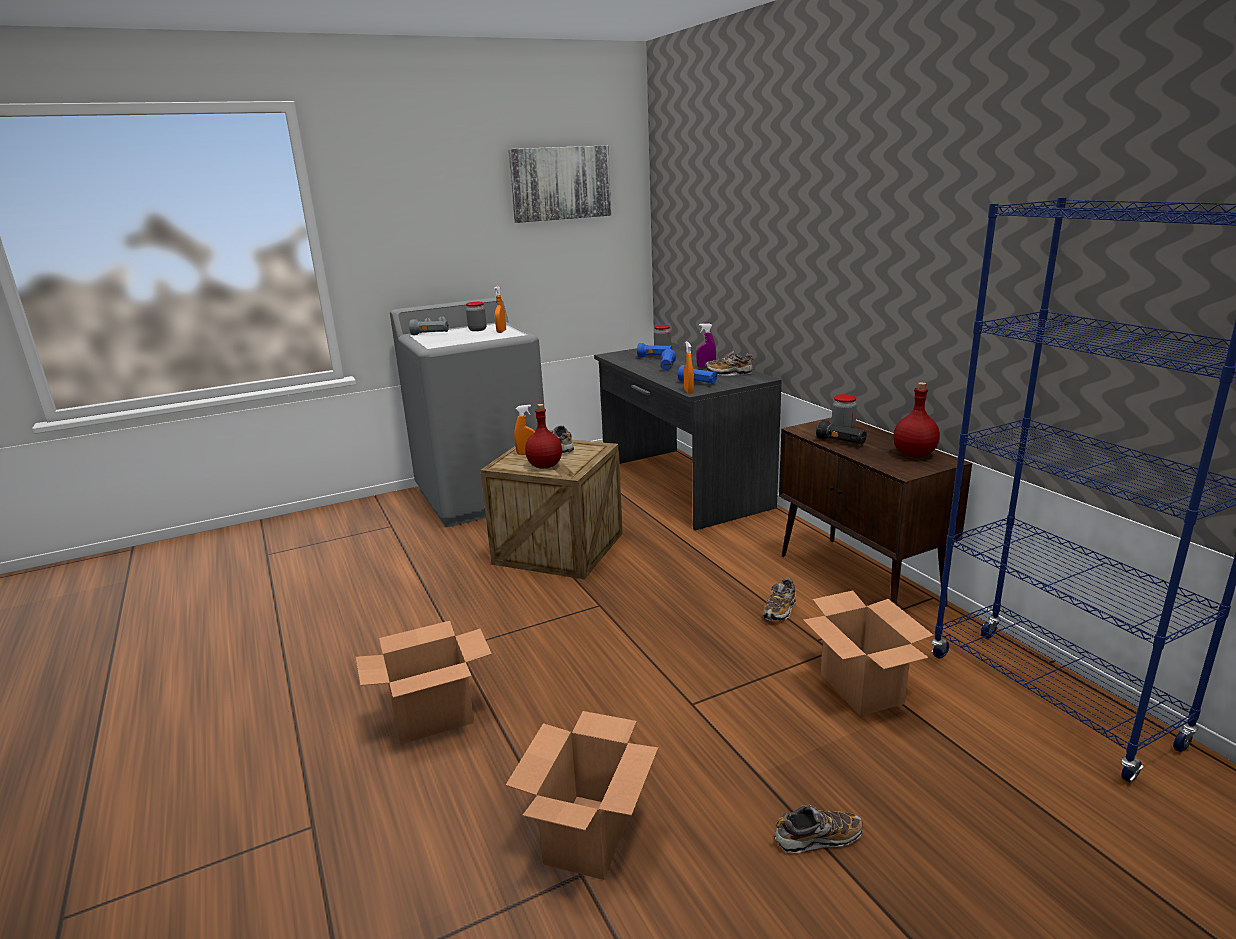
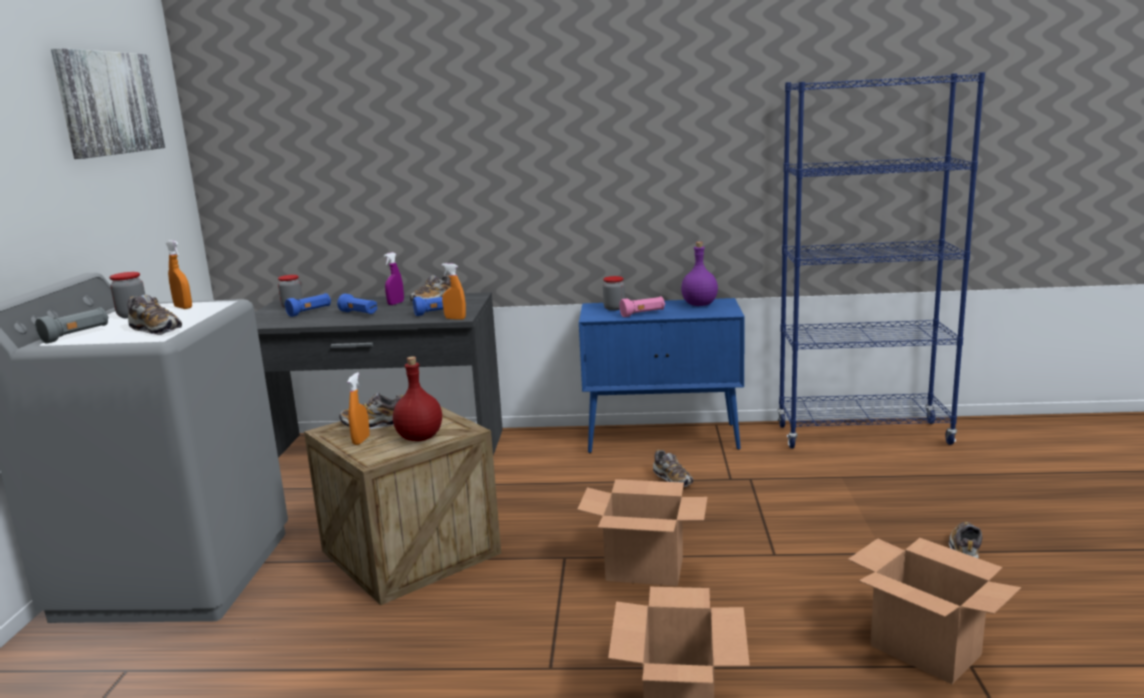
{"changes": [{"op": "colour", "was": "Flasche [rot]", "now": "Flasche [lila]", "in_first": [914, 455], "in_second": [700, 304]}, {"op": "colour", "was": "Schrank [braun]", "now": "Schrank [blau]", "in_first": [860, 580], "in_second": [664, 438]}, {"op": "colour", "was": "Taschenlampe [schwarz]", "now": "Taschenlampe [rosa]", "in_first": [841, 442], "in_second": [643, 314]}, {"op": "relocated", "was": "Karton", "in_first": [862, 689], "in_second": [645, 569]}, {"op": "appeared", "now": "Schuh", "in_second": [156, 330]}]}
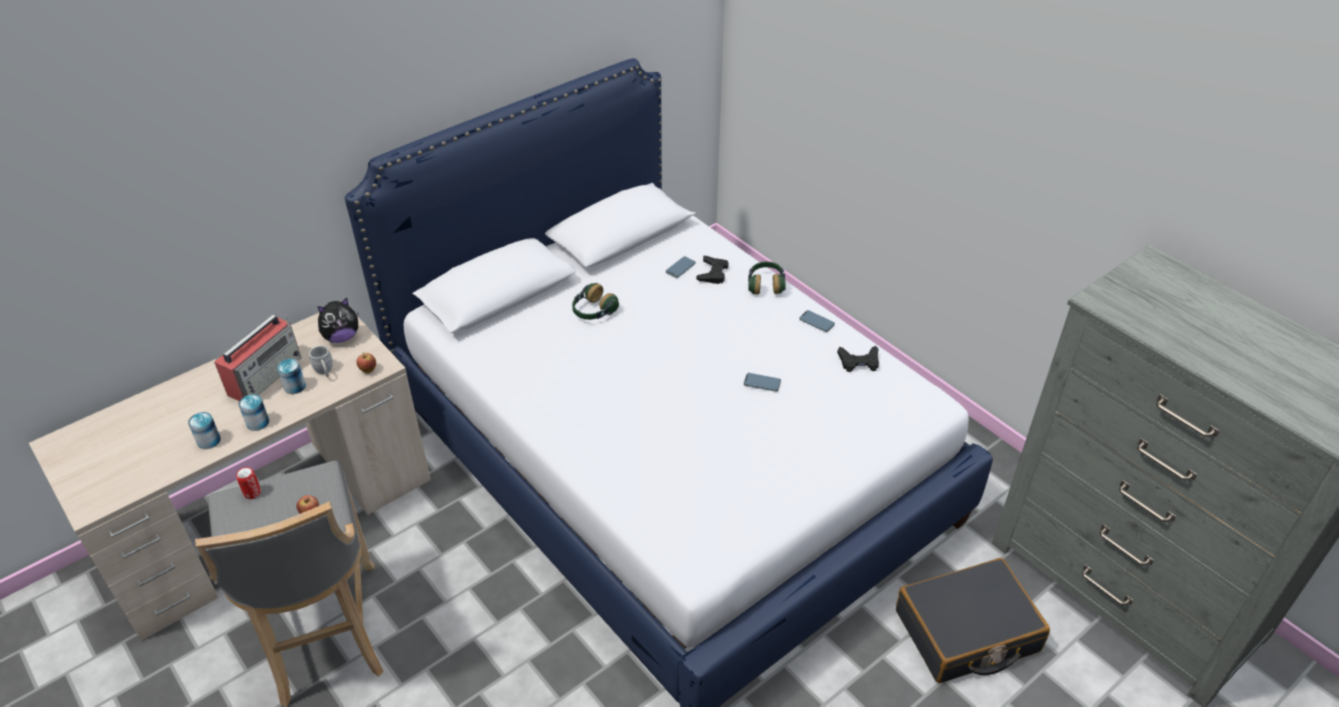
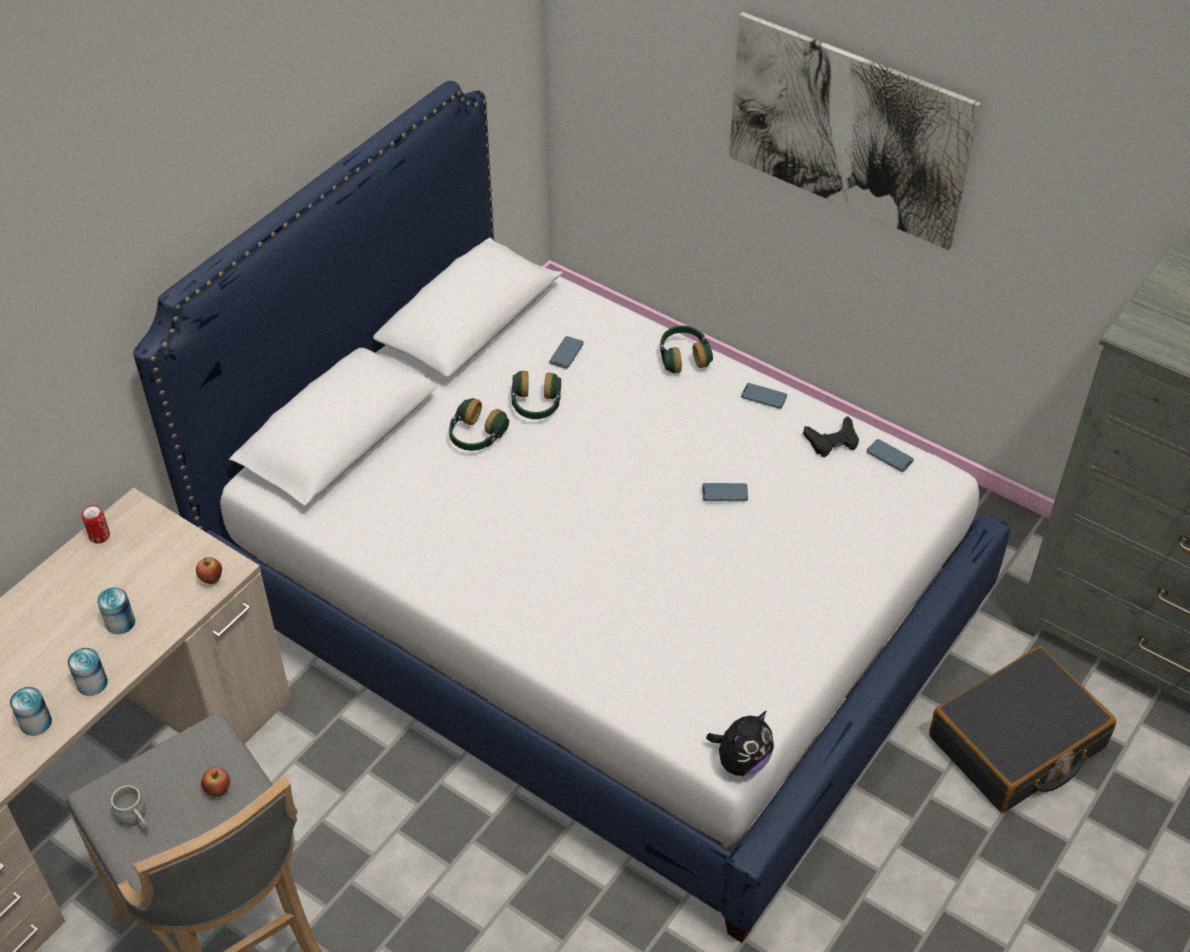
{"changes": [{"op": "missing", "was": "Gamepad [schwarz]", "in_first": [713, 273]}, {"op": "relocated", "was": "Plüschtier", "in_first": [341, 337], "in_second": [741, 761]}, {"op": "missing", "was": "Radio", "in_first": [266, 375]}, {"op": "relocated", "was": "Henkelbecher [grau]", "in_first": [325, 371], "in_second": [136, 821]}, {"op": "relocated", "was": "Dose", "in_first": [252, 493], "in_second": [99, 536]}, {"op": "appeared", "now": "Bild", "in_second": [847, 130]}, {"op": "appeared", "now": "Kopfhörer", "in_second": [536, 405]}, {"op": "appeared", "now": "Handy", "in_second": [889, 457]}]}
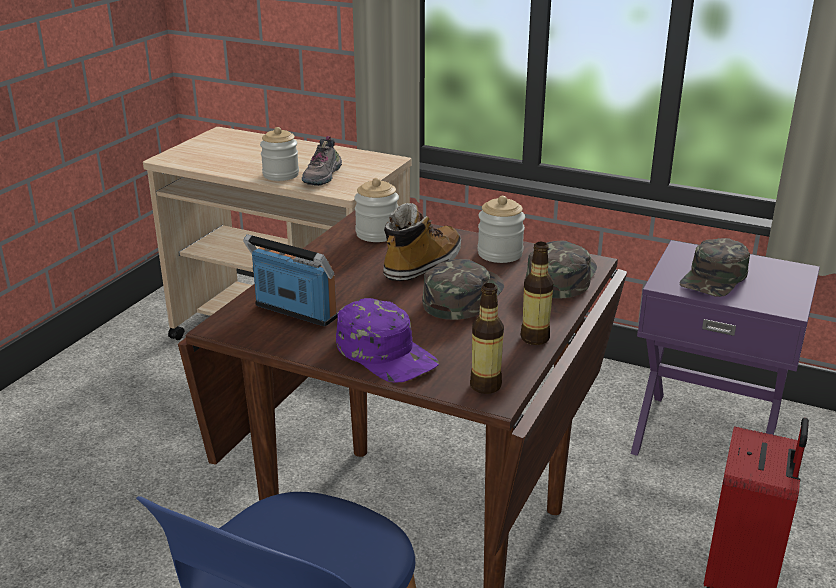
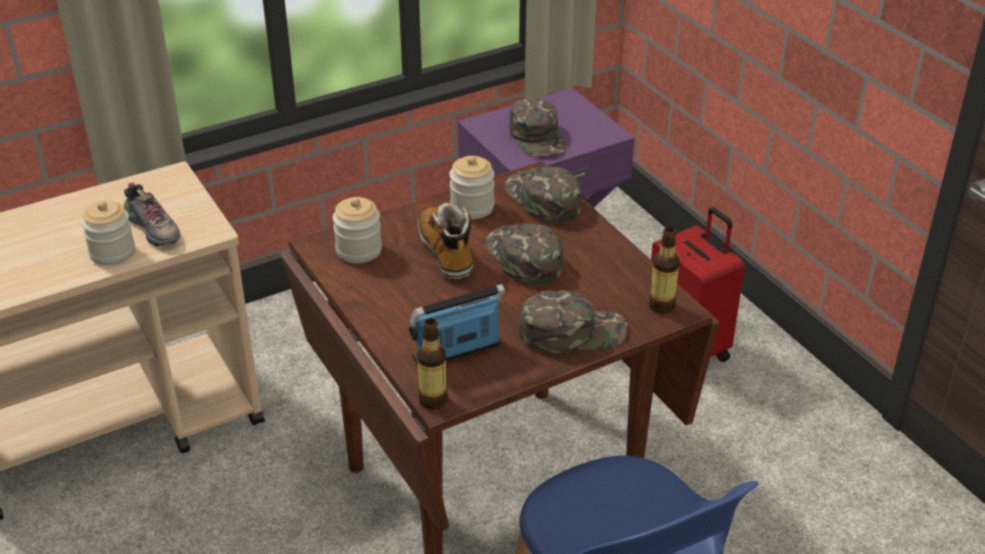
{"changes": [{"op": "relocated", "was": "Flasche", "in_first": [534, 338], "in_second": [433, 400]}, {"op": "colour", "was": "Kappe [lila]", "now": "Kappe [grün]", "in_first": [386, 353], "in_second": [572, 331]}]}
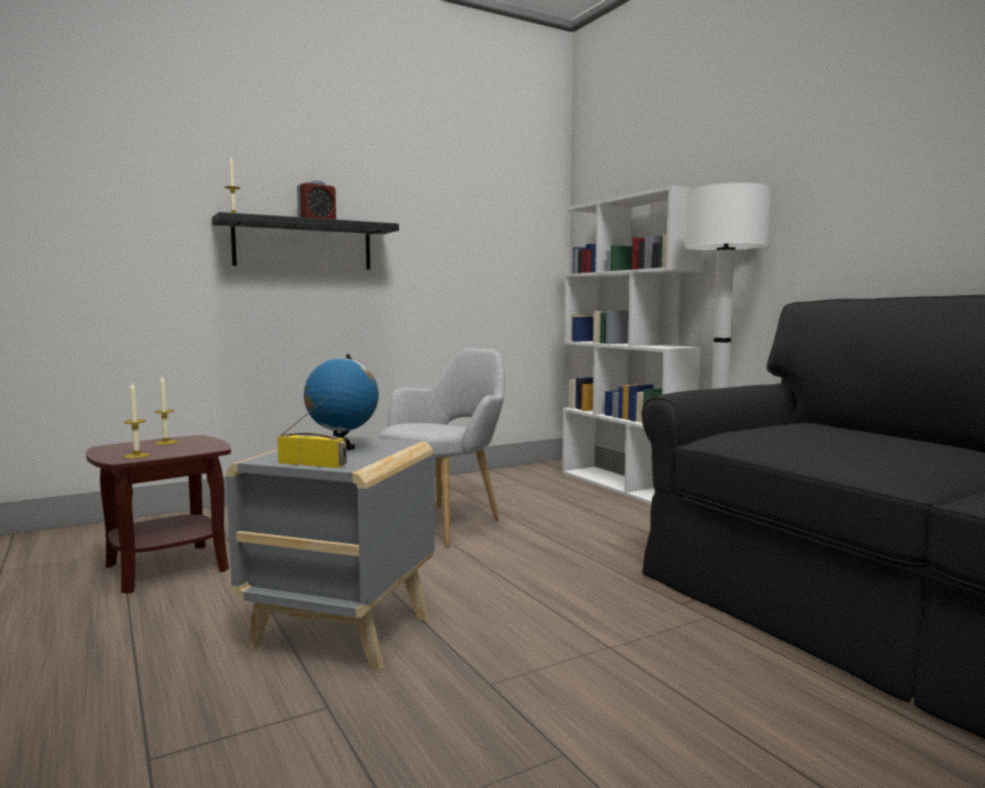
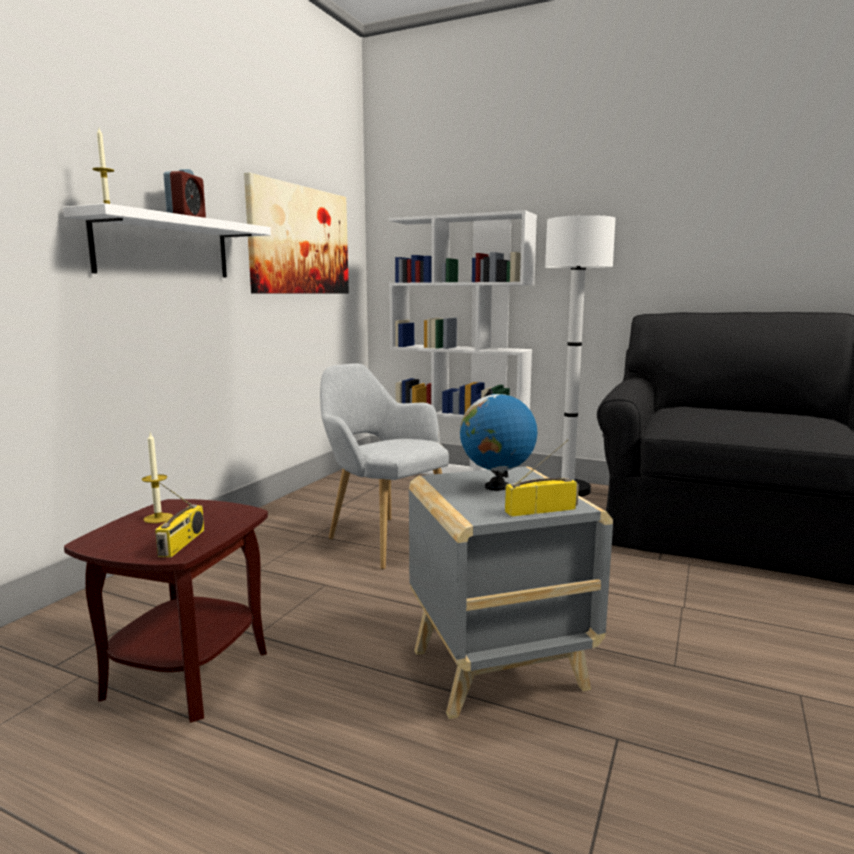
{"changes": [{"op": "colour", "was": "Wandregal [schwarz]", "now": "Wandregal [weiß]", "in_first": [303, 245], "in_second": [164, 247]}, {"op": "spun", "was": "Sessel [grau]", "in_first": [446, 522], "in_second": [384, 538], "clockwise": -45}, {"op": "exchanged", "was": "Kerze", "now": "Radio", "in_first": [137, 456], "in_second": [182, 543]}, {"op": "appeared", "now": "Bild", "in_second": [300, 240]}]}
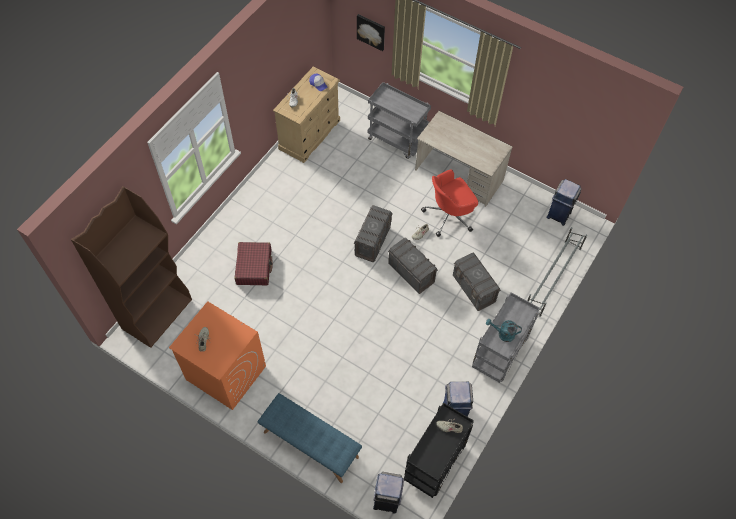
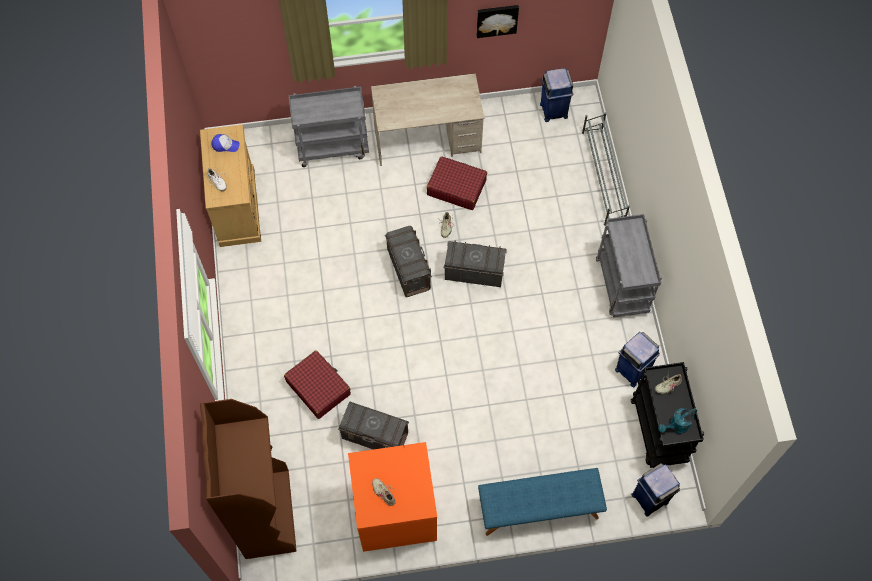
{"changes": [{"op": "relocated", "was": "Bild", "in_first": [371, 31], "in_second": [497, 20]}, {"op": "exchanged", "was": "Bürostuhl [rot]", "now": "Koffer [rot]", "in_first": [449, 215], "in_second": [456, 187]}, {"op": "relocated", "was": "Aufbewahrungsbox [grau]", "in_first": [473, 289], "in_second": [375, 436]}, {"op": "relocated", "was": "Gießkanne [türkis]", "in_first": [503, 334], "in_second": [676, 426]}]}
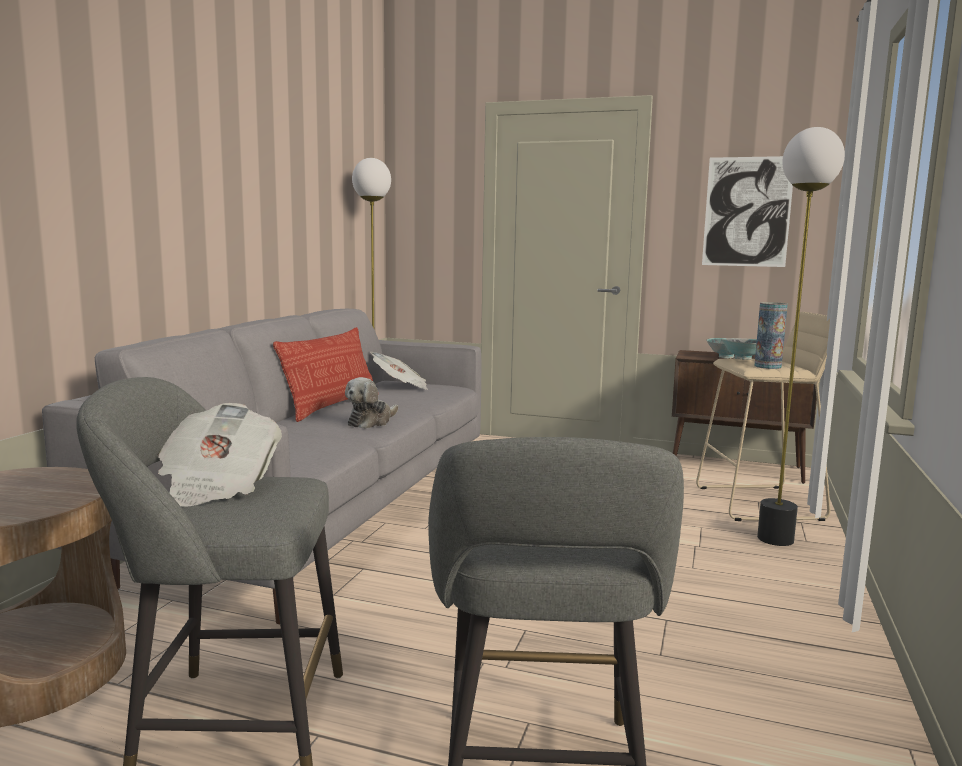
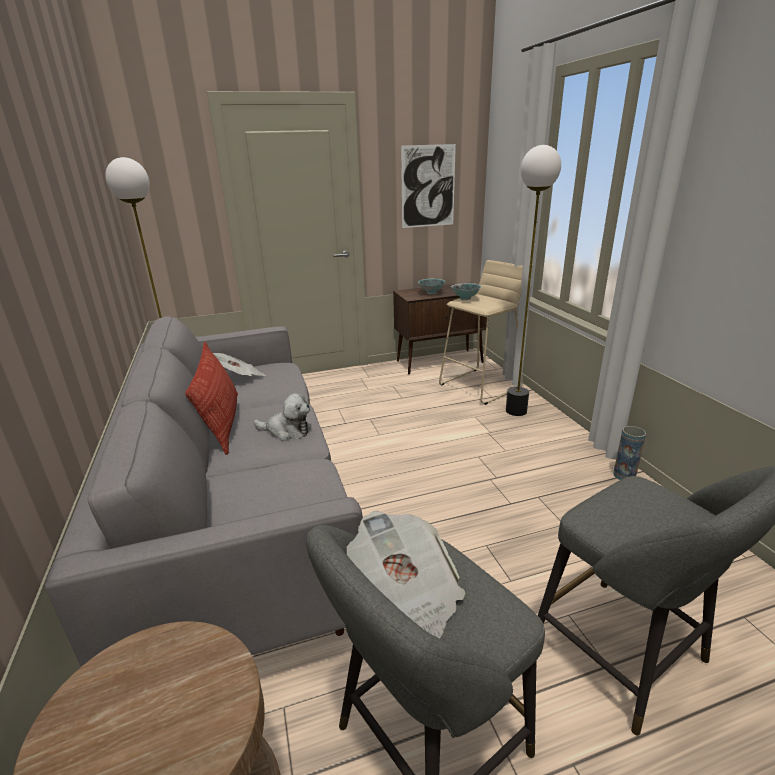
{"changes": [{"op": "relocated", "was": "Vase", "in_first": [767, 366], "in_second": [624, 475]}, {"op": "spun", "was": "Plüschtier", "in_first": [371, 422], "in_second": [287, 431], "clockwise": -75}]}
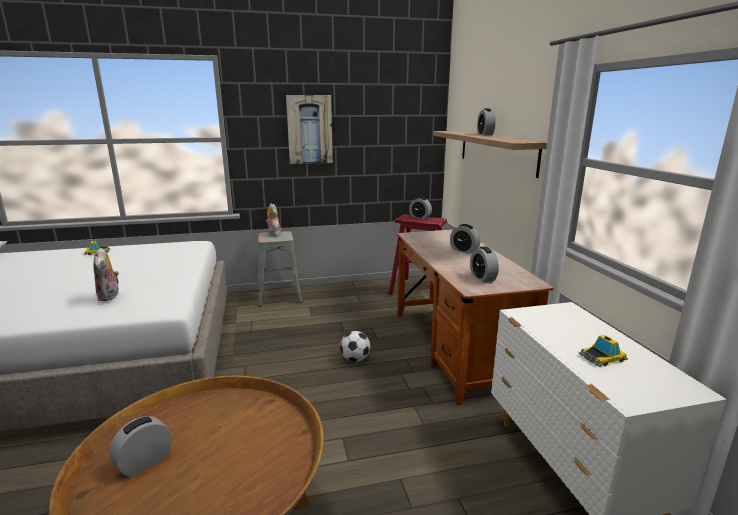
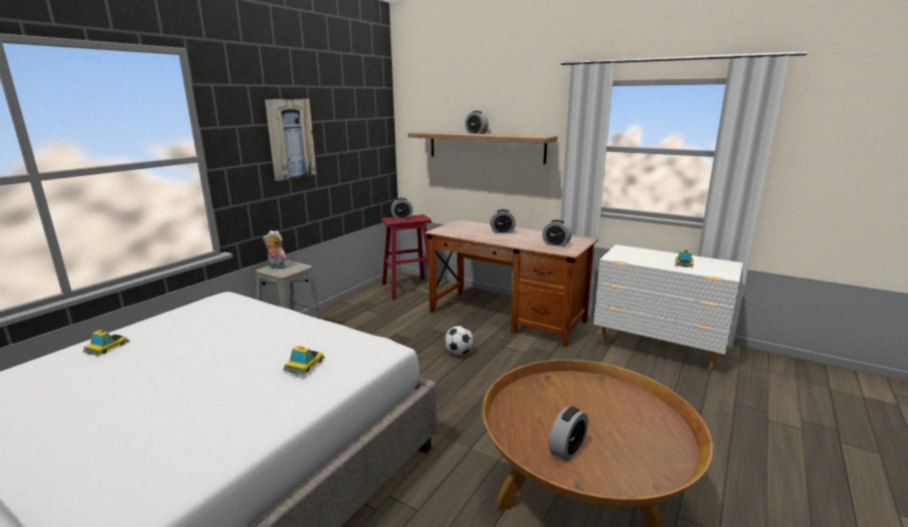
{"changes": [{"op": "exchanged", "was": "Plüschtier", "now": "Spielzeugauto", "in_first": [110, 296], "in_second": [304, 364]}, {"op": "spun", "was": "Wecker", "in_first": [145, 462], "in_second": [567, 449], "clockwise": -135}]}
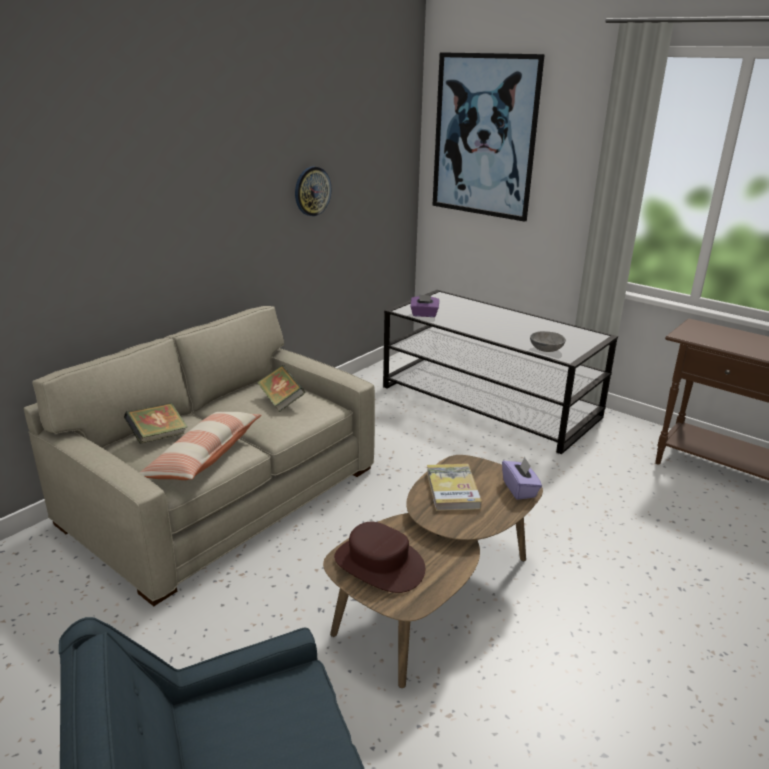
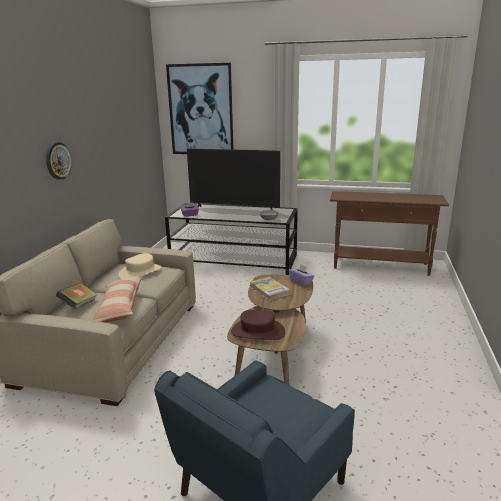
{"changes": [{"op": "relocated", "was": "Wanduhr", "in_first": [312, 191], "in_second": [58, 160]}, {"op": "exchanged", "was": "Buch", "now": "Hut [beige]", "in_first": [281, 401], "in_second": [140, 272]}, {"op": "appeared", "now": "Fernseher", "in_second": [234, 209]}]}
